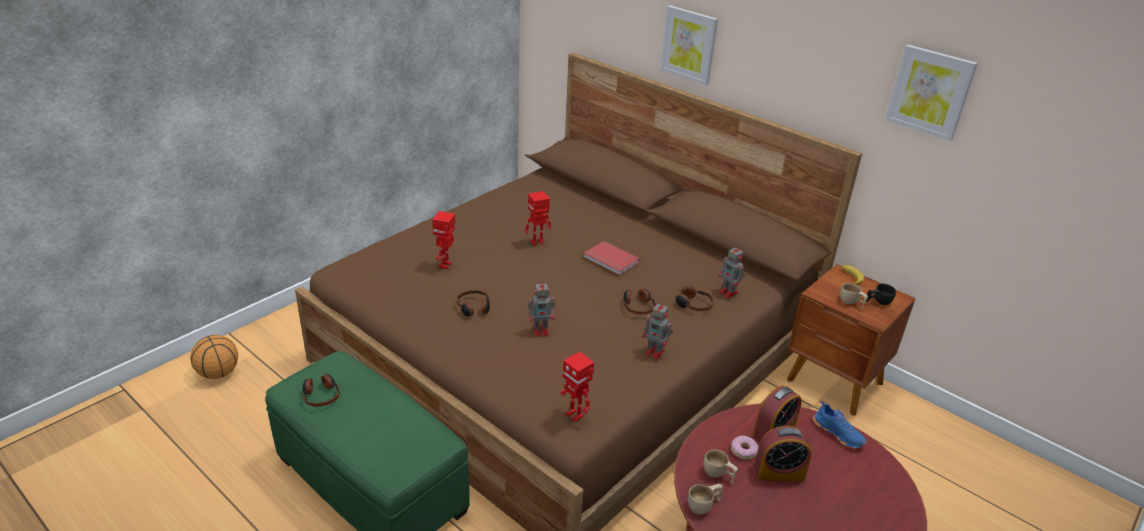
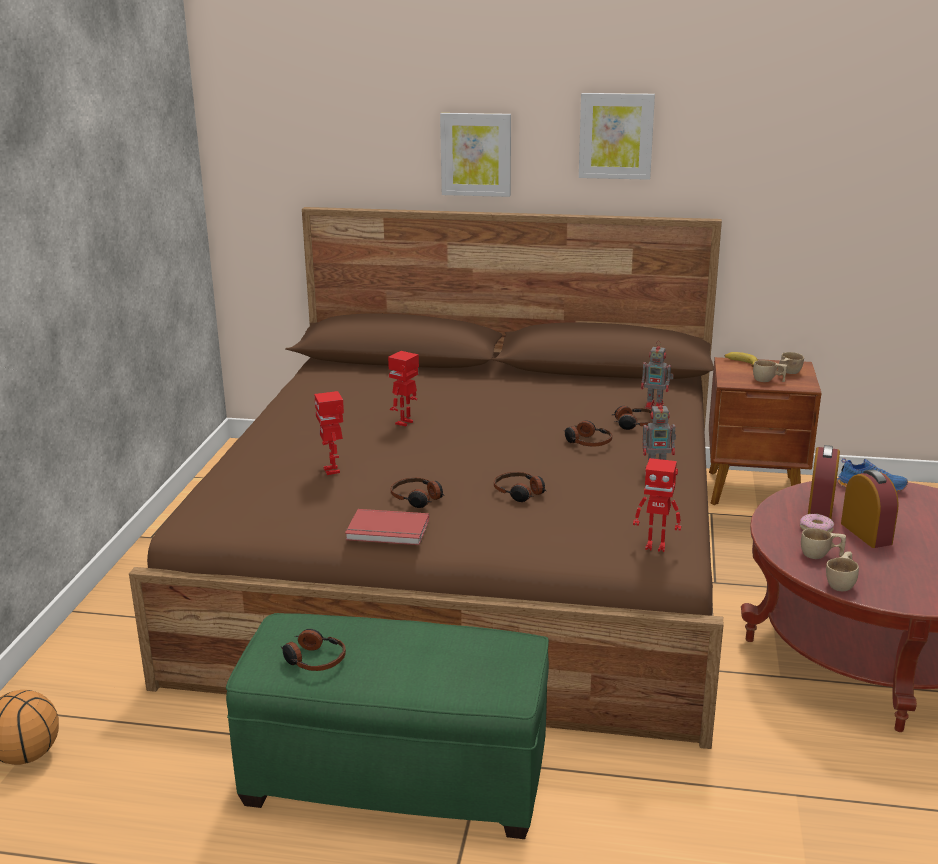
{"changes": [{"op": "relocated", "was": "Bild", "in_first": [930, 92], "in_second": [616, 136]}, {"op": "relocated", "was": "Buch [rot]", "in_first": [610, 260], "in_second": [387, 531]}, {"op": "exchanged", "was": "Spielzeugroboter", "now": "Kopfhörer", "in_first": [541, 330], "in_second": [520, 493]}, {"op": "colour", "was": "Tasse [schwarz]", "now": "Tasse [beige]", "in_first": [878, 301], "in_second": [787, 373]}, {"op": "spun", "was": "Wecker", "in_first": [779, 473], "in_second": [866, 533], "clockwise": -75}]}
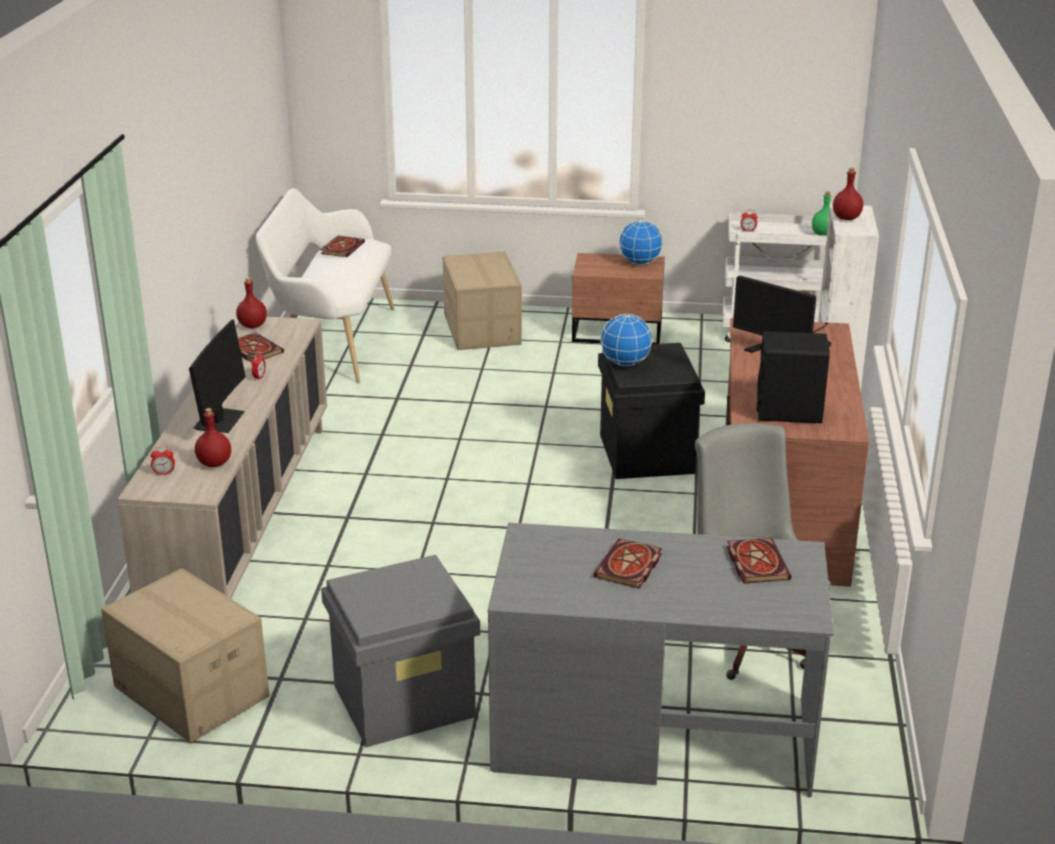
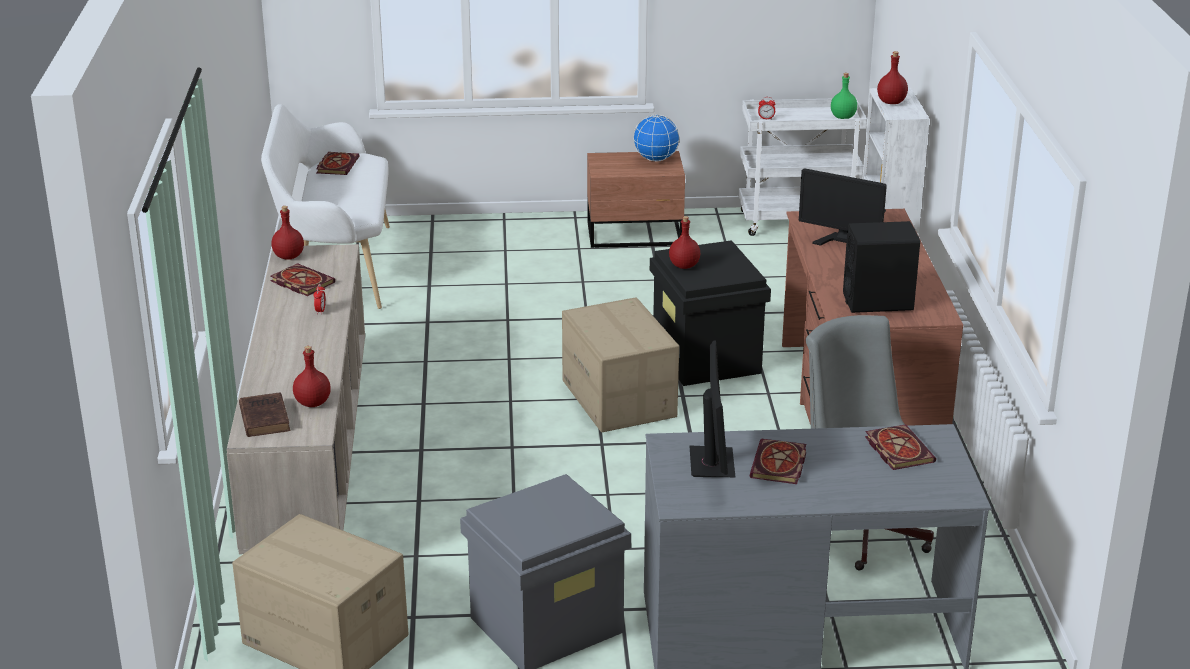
{"changes": [{"op": "relocated", "was": "Karton", "in_first": [483, 329], "in_second": [620, 399]}, {"op": "exchanged", "was": "Globus", "now": "Flasche [rot]", "in_first": [625, 363], "in_second": [684, 266]}, {"op": "relocated", "was": "Monitor", "in_first": [219, 421], "in_second": [712, 463]}, {"op": "exchanged", "was": "Wecker", "now": "Buch [braun]", "in_first": [164, 473], "in_second": [264, 418]}]}
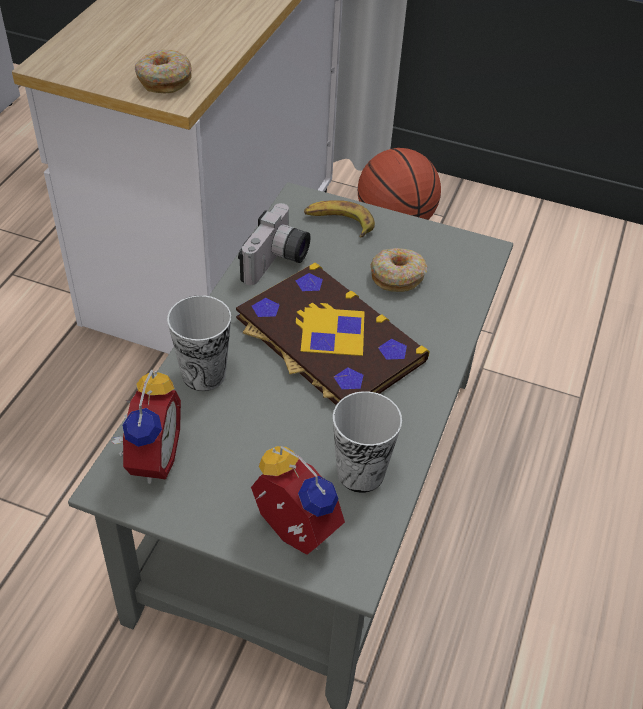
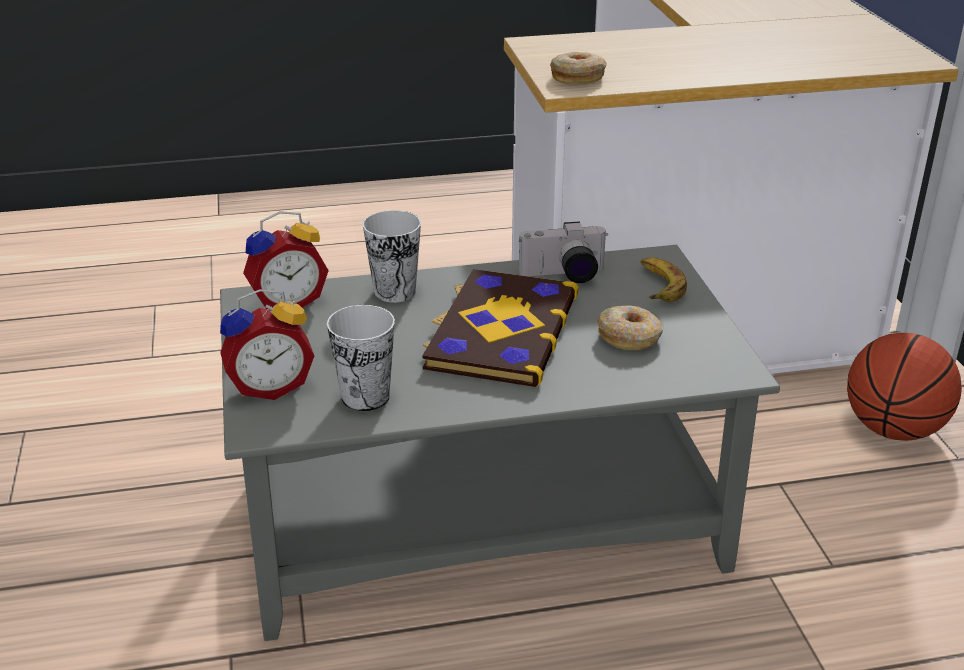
{"changes": [{"op": "spun", "was": "Wecker", "in_first": [291, 534], "in_second": [270, 386], "clockwise": 60}]}
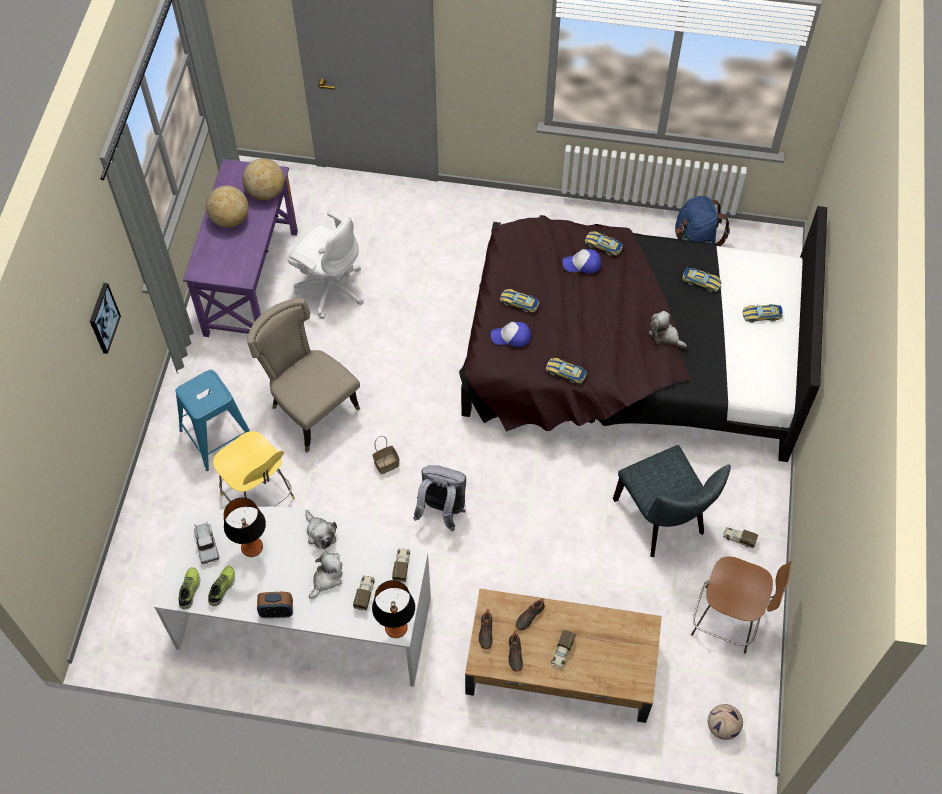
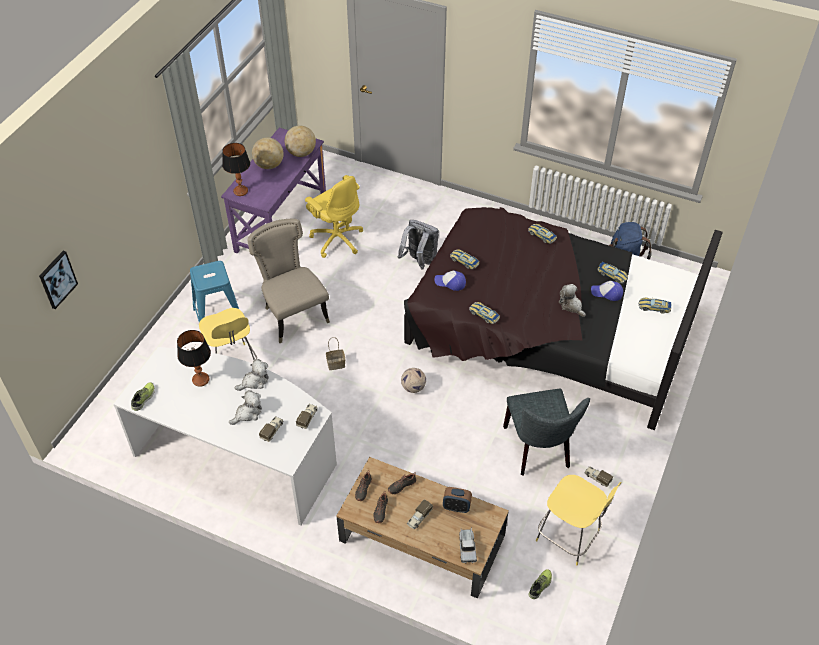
{"changes": [{"op": "colour", "was": "Bürostuhl [weiß]", "now": "Bürostuhl [gelb]", "in_first": [330, 288], "in_second": [337, 239]}, {"op": "relocated", "was": "Kappe", "in_first": [582, 264], "in_second": [607, 293]}, {"op": "relocated", "was": "Bild", "in_first": [103, 318], "in_second": [57, 279]}, {"op": "relocated", "was": "Rucksack [grau]", "in_first": [441, 510], "in_second": [419, 261]}, {"op": "spun", "was": "Plüschtier", "in_first": [320, 533], "in_second": [254, 381], "clockwise": -105}, {"op": "relocated", "was": "Spielzeuglaster", "in_first": [206, 545], "in_second": [467, 548]}, {"op": "colour", "was": "Hocker [braun]", "now": "Hocker [gelb]", "in_first": [728, 620], "in_second": [570, 537]}, {"op": "relocated", "was": "Schuh", "in_first": [222, 587], "in_second": [540, 586]}, {"op": "relocated", "was": "Tischlampe", "in_first": [396, 627], "in_second": [240, 191]}, {"op": "relocated", "was": "Wecker", "in_first": [277, 611], "in_second": [456, 507]}, {"op": "relocated", "was": "Fußball", "in_first": [722, 727], "in_second": [413, 388]}]}
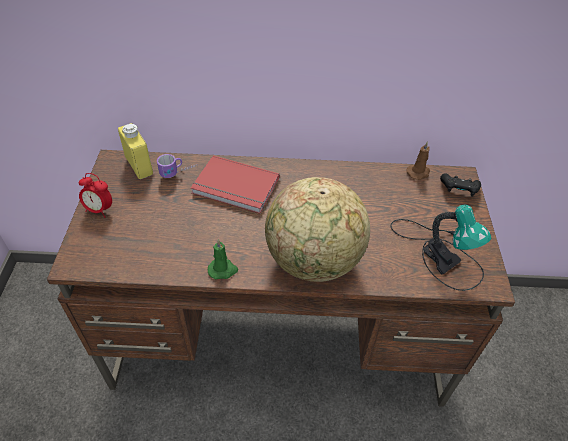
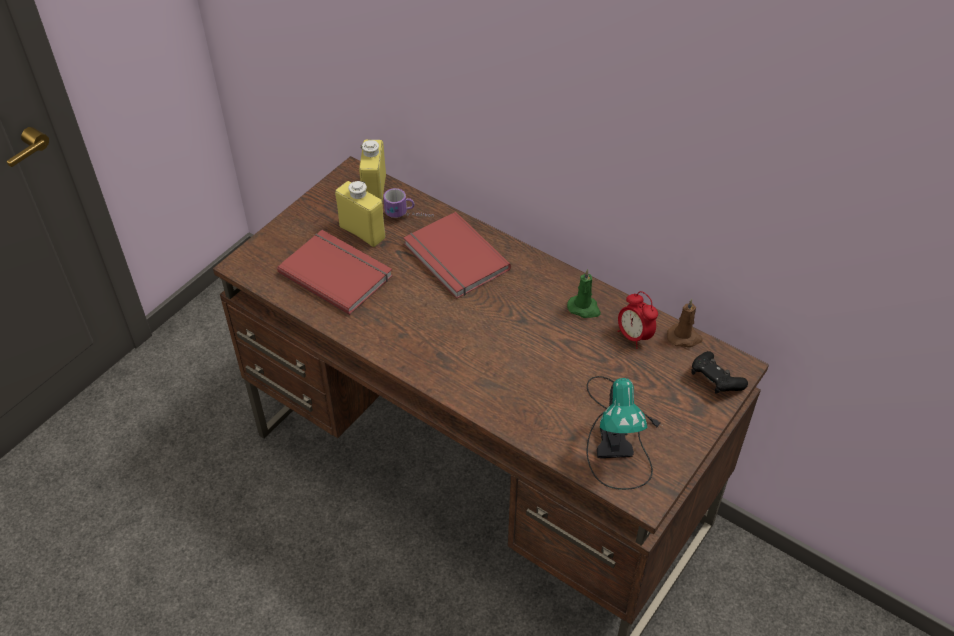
{"changes": [{"op": "relocated", "was": "Wecker", "in_first": [99, 210], "in_second": [634, 336]}, {"op": "missing", "was": "Globus", "in_first": [314, 261]}, {"op": "relocated", "was": "Kerze [grün]", "in_first": [223, 270], "in_second": [584, 308]}, {"op": "appeared", "now": "Flasche [gelb]", "in_second": [362, 232]}, {"op": "appeared", "now": "Buch [rot]", "in_second": [337, 272]}]}
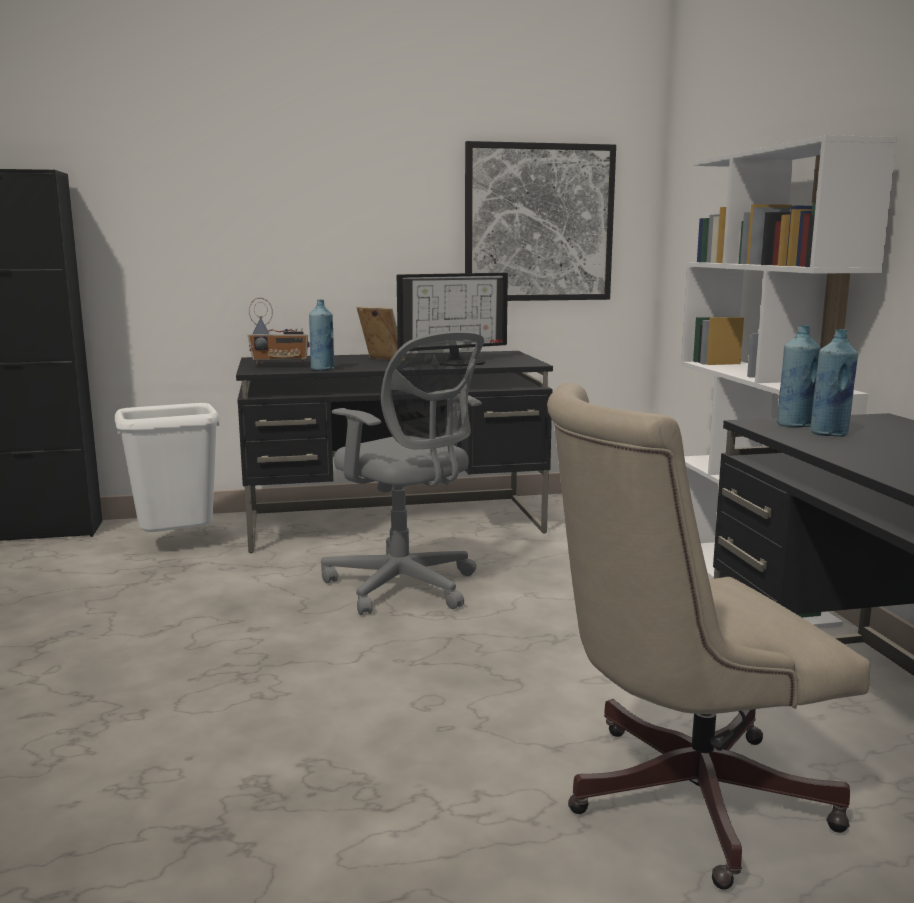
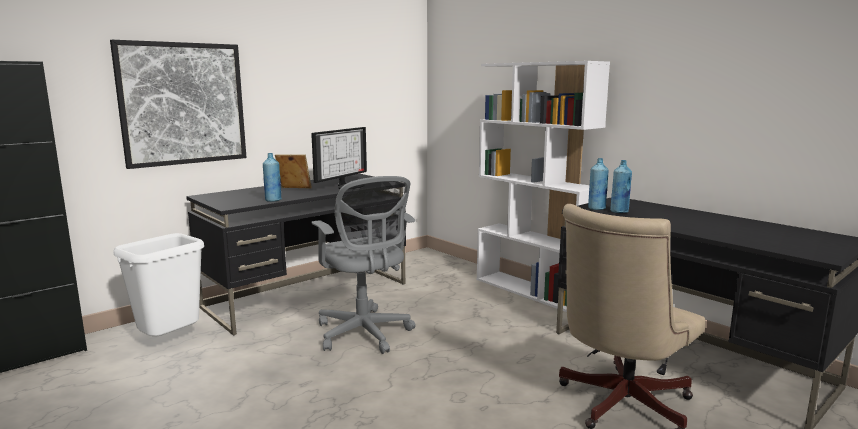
{"changes": [{"op": "relocated", "was": "Bild", "in_first": [538, 223], "in_second": [183, 104]}, {"op": "missing", "was": "Radio", "in_first": [280, 365]}, {"op": "spun", "was": "Bürostuhl [grau]", "in_first": [405, 587], "in_second": [365, 334], "clockwise": 45}]}
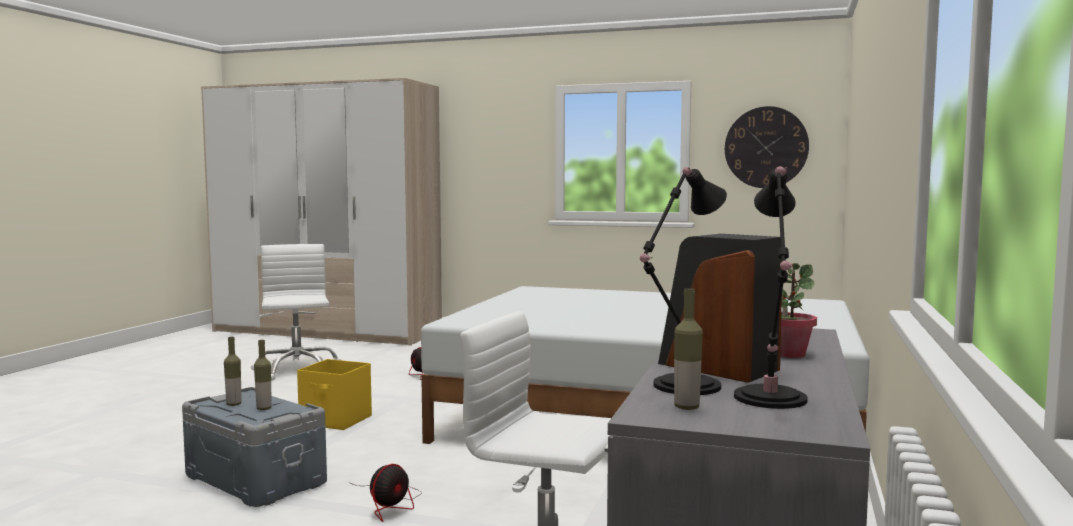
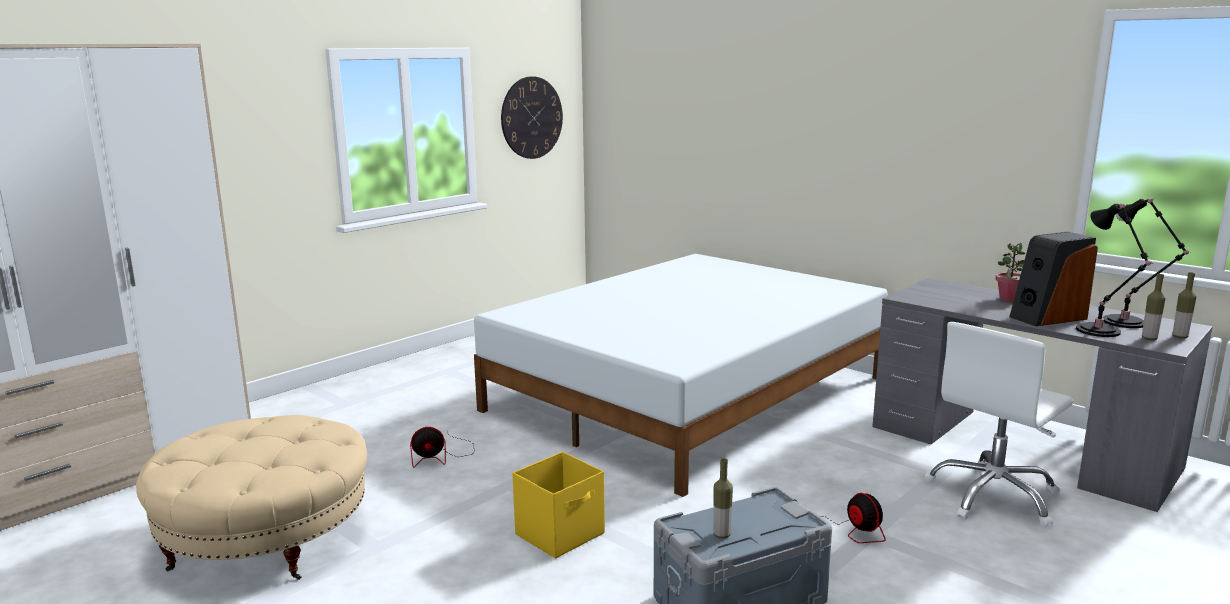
{"changes": [{"op": "exchanged", "was": "Bürostuhl [weiß]", "now": "Polsterhocker [beige]", "in_first": [296, 369], "in_second": [266, 539]}, {"op": "relocated", "was": "Flasche", "in_first": [264, 408], "in_second": [1179, 337]}]}
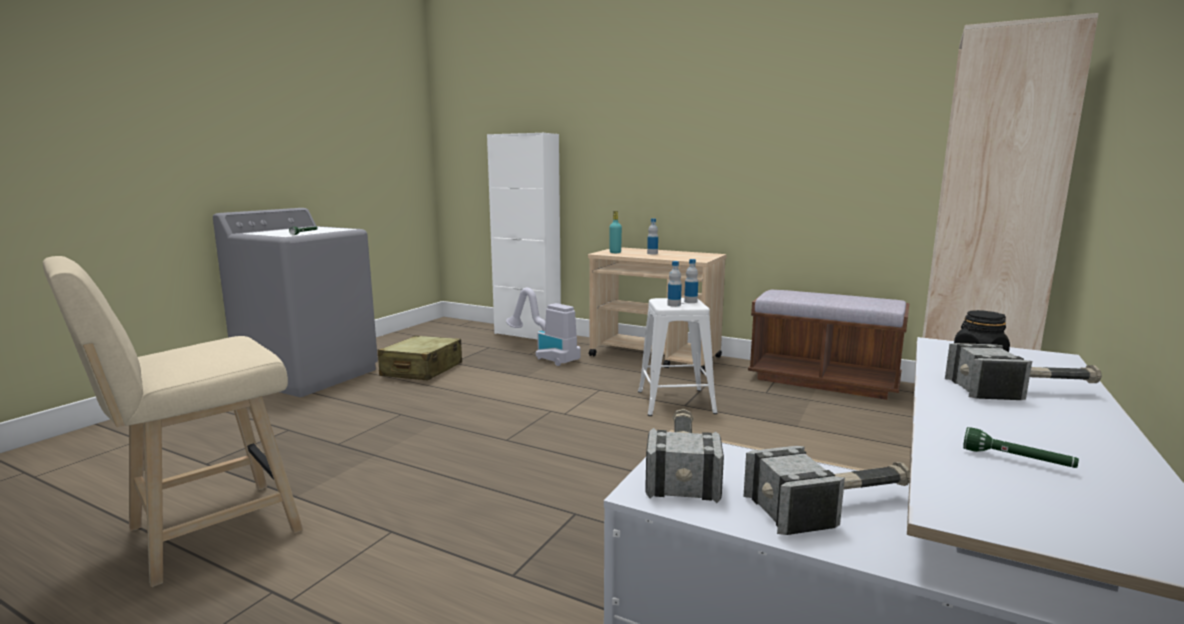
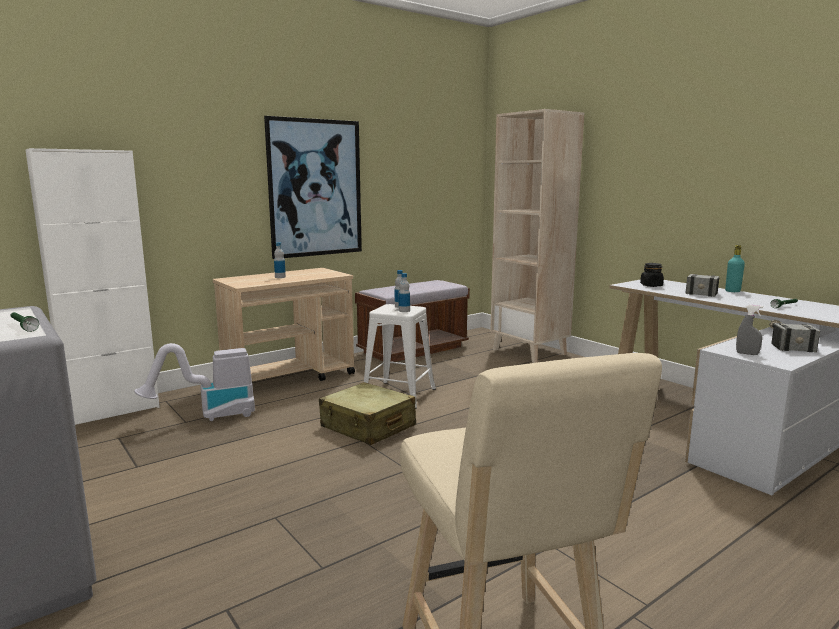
{"changes": [{"op": "relocated", "was": "Flasche [türkis]", "in_first": [615, 252], "in_second": [732, 291]}, {"op": "relocated", "was": "Koffer [beige]", "in_first": [422, 370], "in_second": [368, 426]}, {"op": "exchanged", "was": "Hammer", "now": "Sprühflasche [grau]", "in_first": [682, 465], "in_second": [747, 353]}, {"op": "appeared", "now": "Bild", "in_second": [315, 188]}]}
